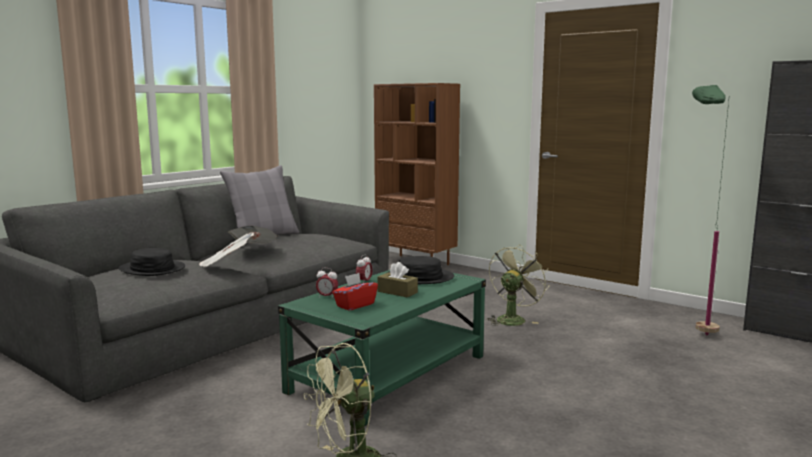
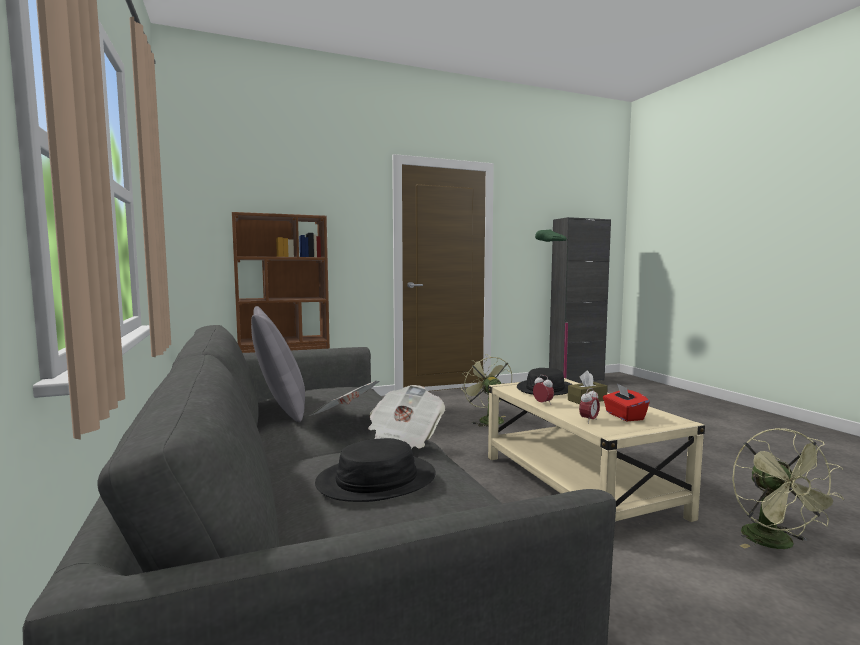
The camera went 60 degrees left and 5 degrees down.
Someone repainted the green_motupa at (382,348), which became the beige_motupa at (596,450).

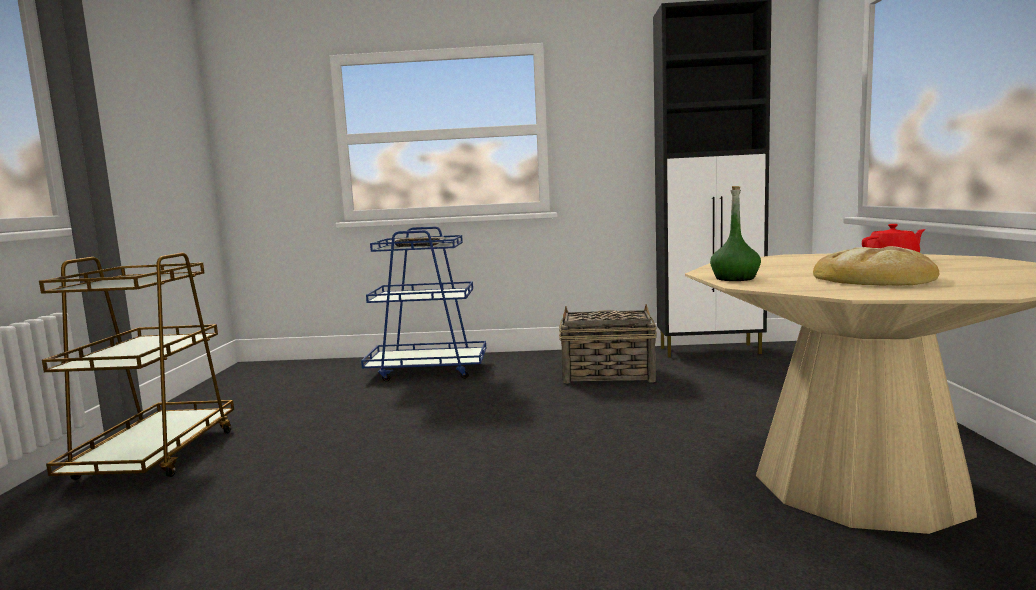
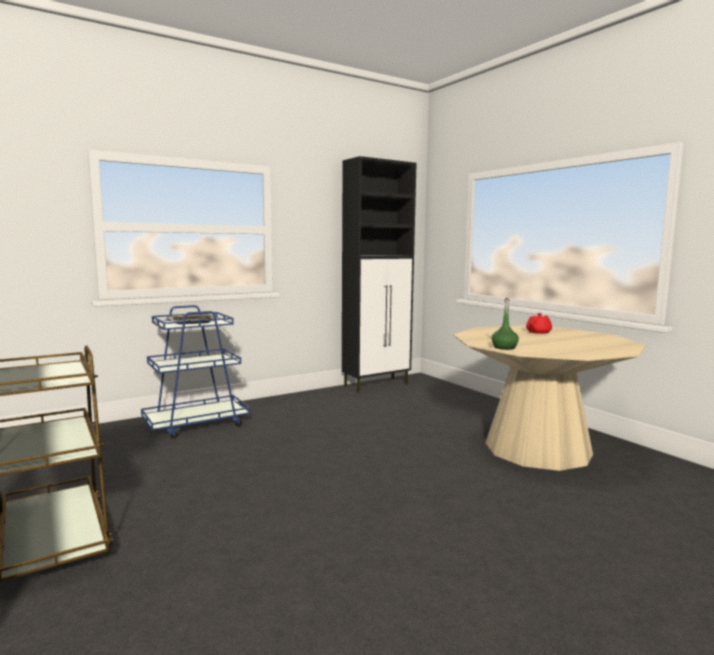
The camera went 35 degrees left and 0 degrees up.
Someone took away the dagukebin at (608,344).
Someone took away the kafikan at (876,266).

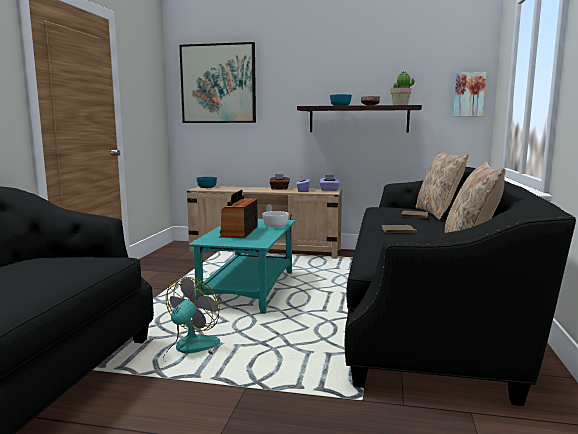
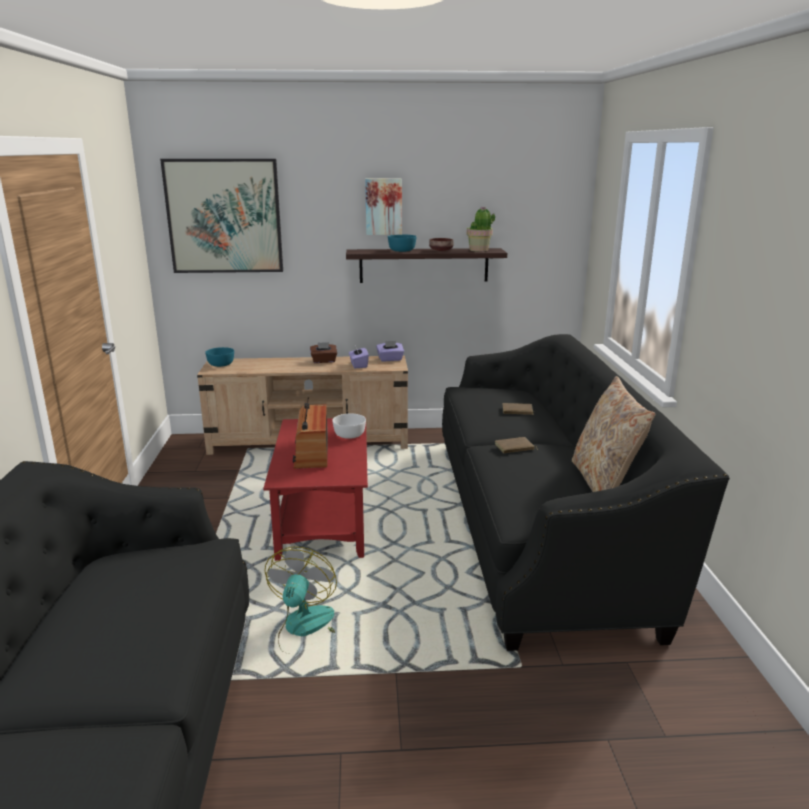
The camera went 15 degrees left and 10 degrees up.
Someone repainted the turquoise_motupa at (242,266), which became the red_motupa at (315,489).
Someone carried the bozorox from (469,94) to (383,206).
Someone took away the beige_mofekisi at (442,185).

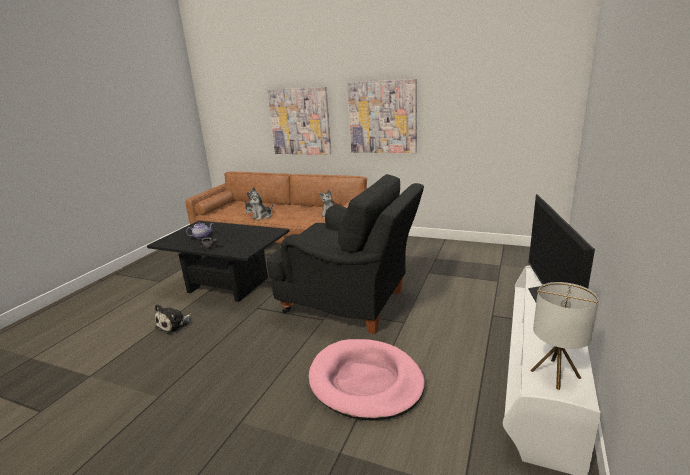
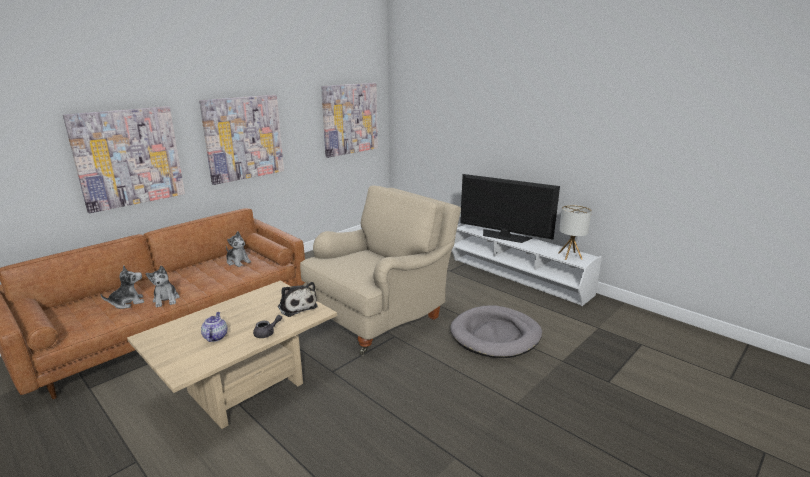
The camera went 70 degrees left and 0 degrees up.
Someone repainted the black_motupa at (218,261), which became the beige_motupa at (232,355).
Someone carried the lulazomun from (173,319) to (297,299).
Someone repainted the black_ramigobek at (345,254), which became the beige_ramigobek at (380,271).
Someone put up the bozorox at (349,120).
Someone repainted the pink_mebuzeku at (367,379), which became the grey_mebuzeku at (496,331).

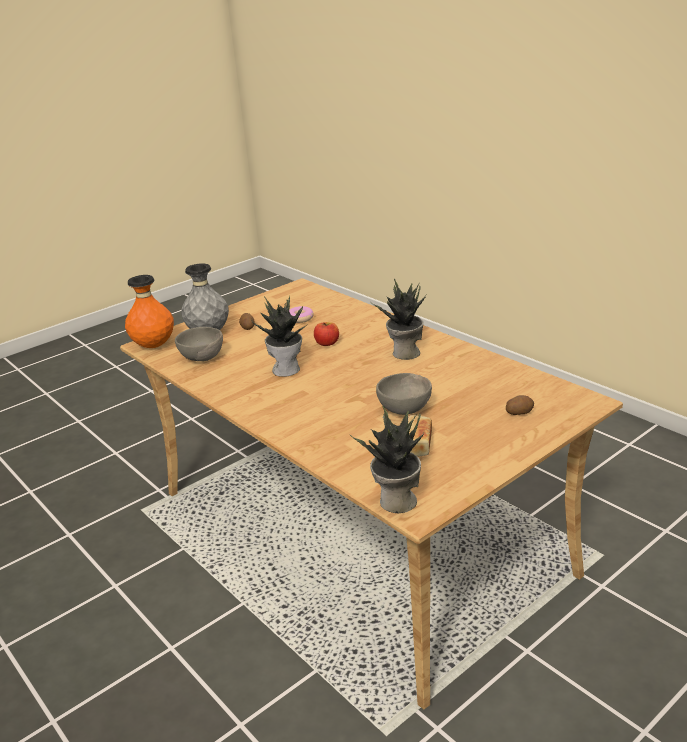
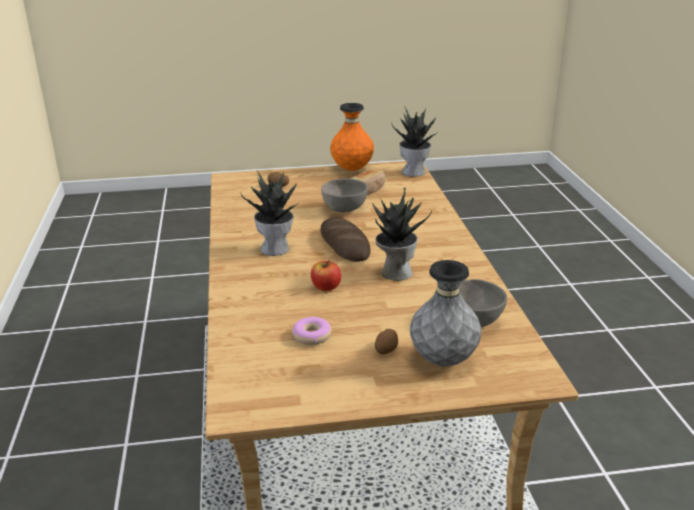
The camera went 150 degrees left and 0 degrees up.
Someone put down the kafikan at (345,239).
Someone carried the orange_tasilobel from (149,311) to (352,137).

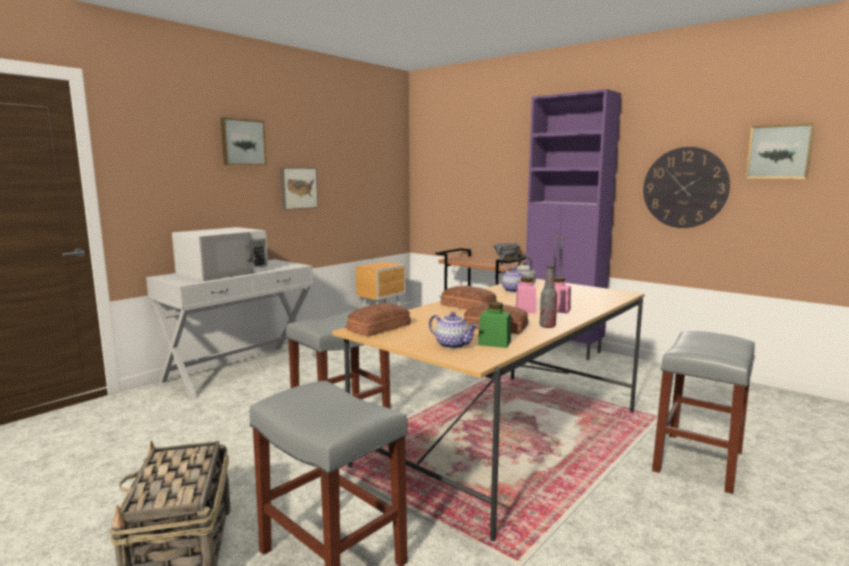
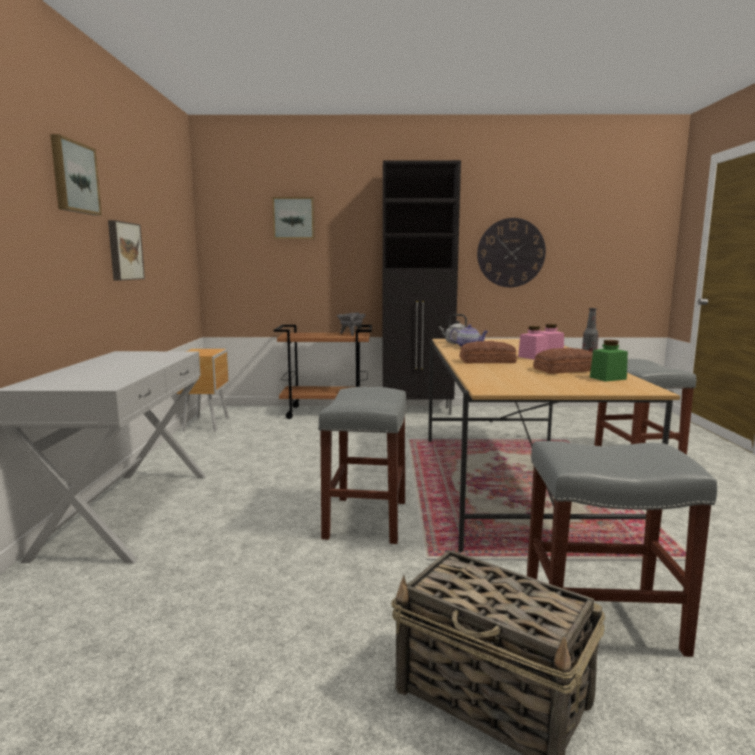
The camera went 40 degrees left and 0 degrees up.
Someone carried the bozorox from (780,151) to (293,218).
Someone repainted the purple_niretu at (574,224), which became the black_niretu at (421,287).
Someone took away the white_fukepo at (220,254).
Someone took away the kafikan at (378,319).
Someone took away the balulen at (453,330).

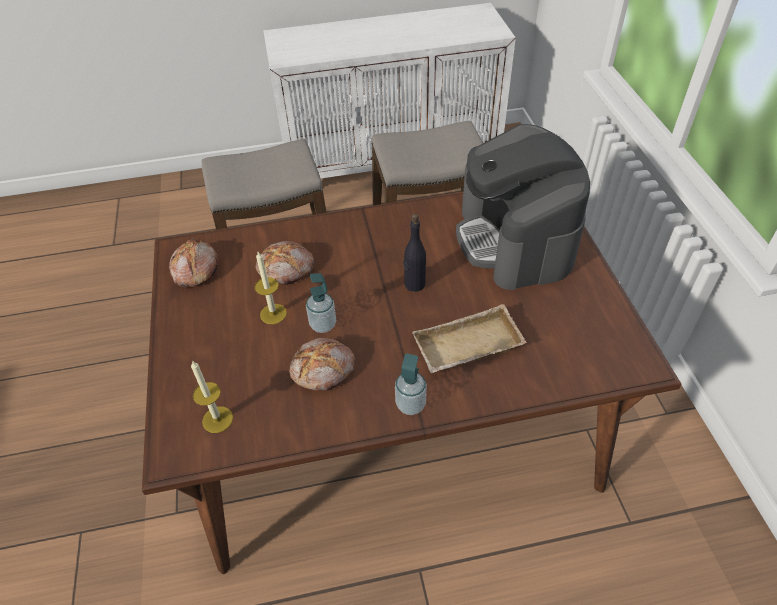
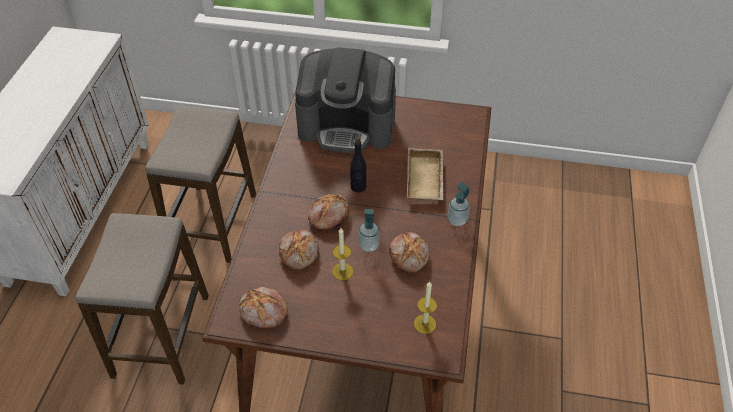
The camera went 70 degrees left and 0 degrees up.
Someone put down the kafikan at (329,211).

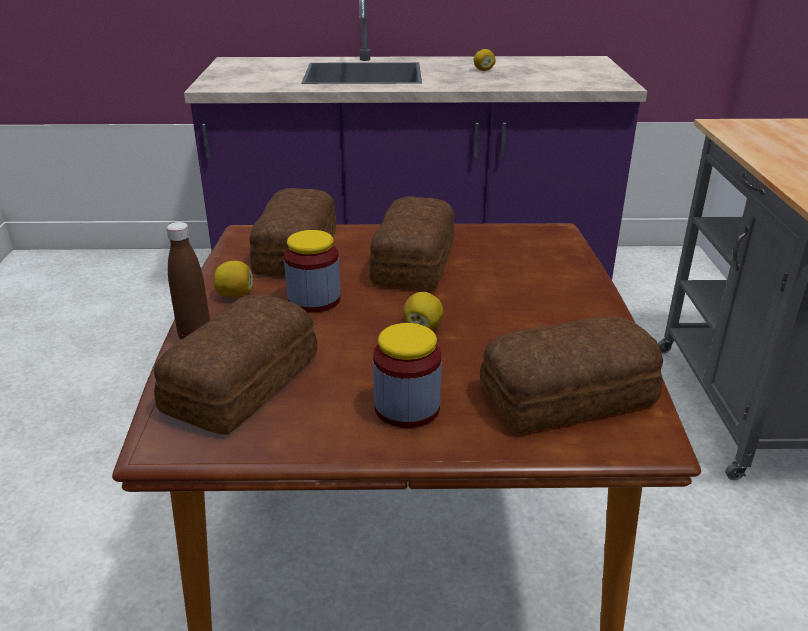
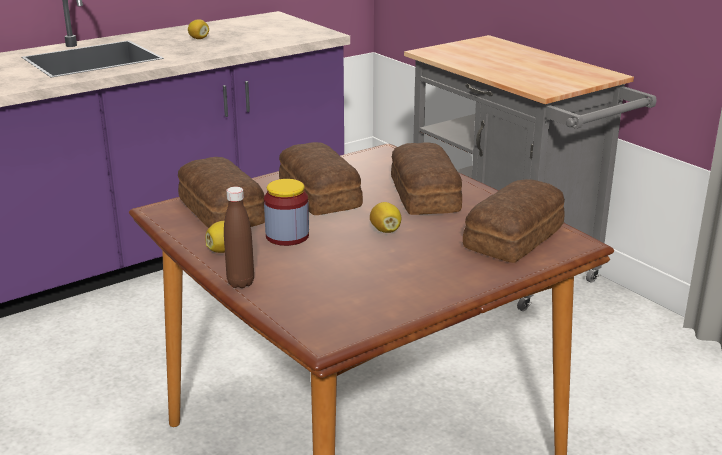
The camera went 35 degrees left and 5 degrees down.
Someone carried the kafikan from (235,365) to (426,179).
Someone took away the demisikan at (407,375).

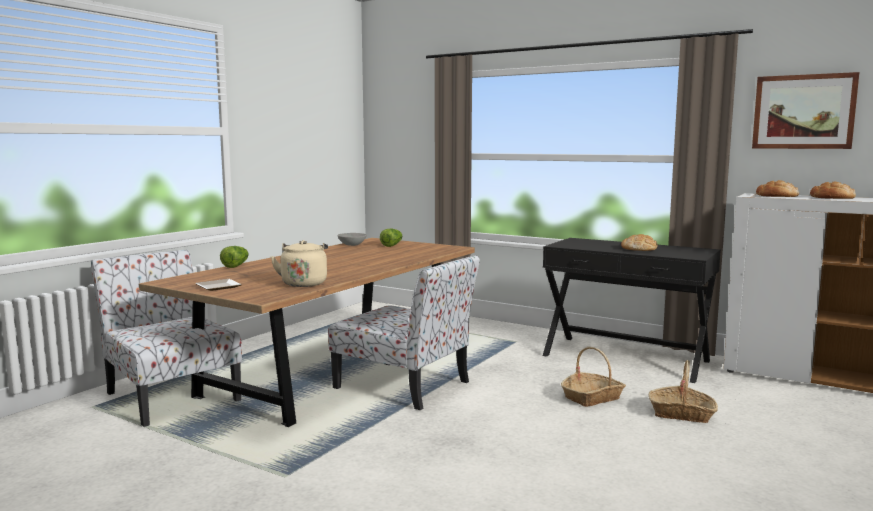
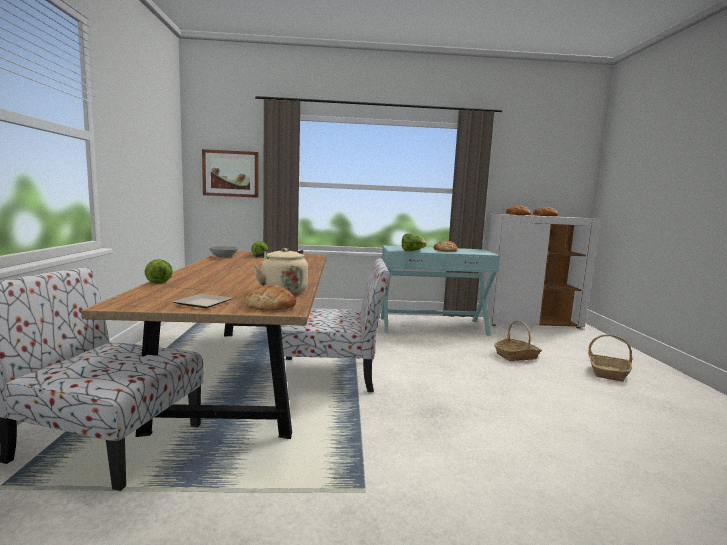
The camera went 35 degrees left and 0 degrees up.
Someone carried the bozorox from (805,110) to (230,173).
Someone put down the kafikan at (270,297).
Someone repainted the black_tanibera at (632,310), which became the turquoise_tanibera at (440,291).
Someone put down the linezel at (414,242).
Someone carried the dagukebin from (593,377) to (610,358).

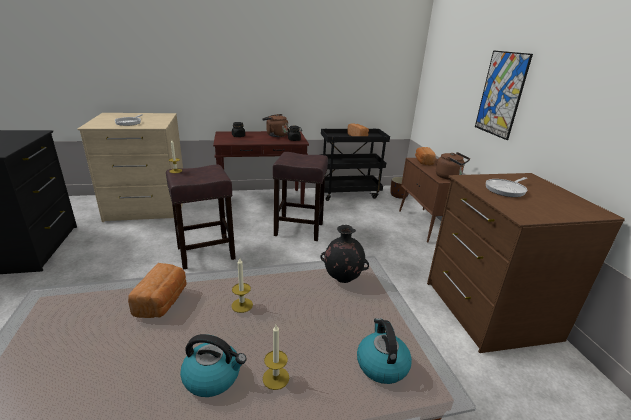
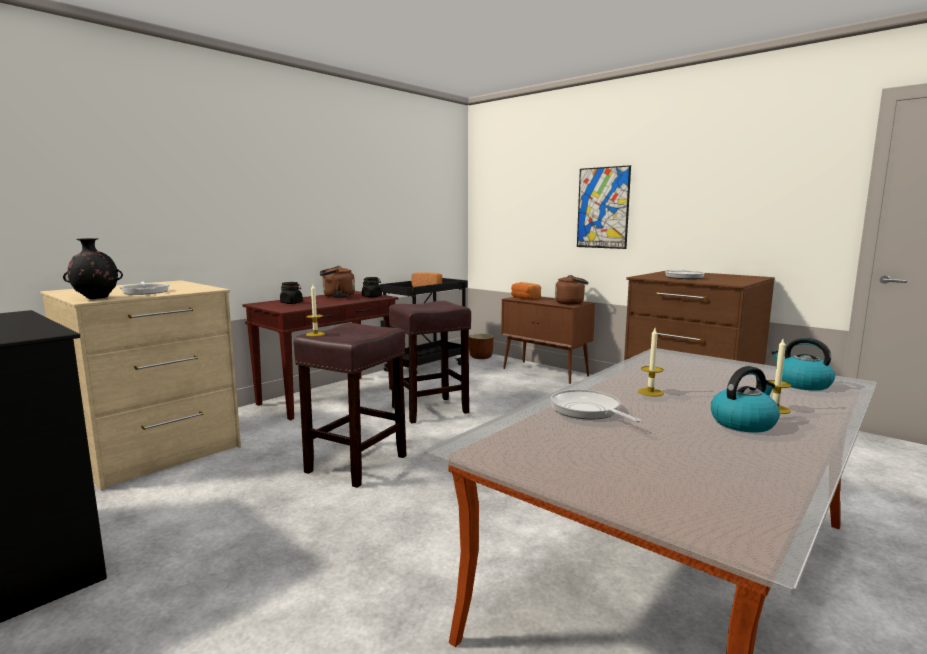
The camera went 35 degrees left and 15 degrees down.
Someone carried the black_tasilobel from (344,254) to (93,268).
Someone swapped the kafikan at (157,290) for the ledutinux at (595,406).

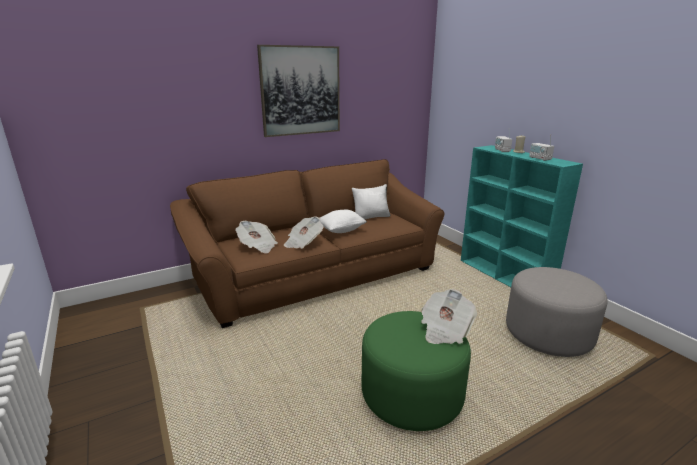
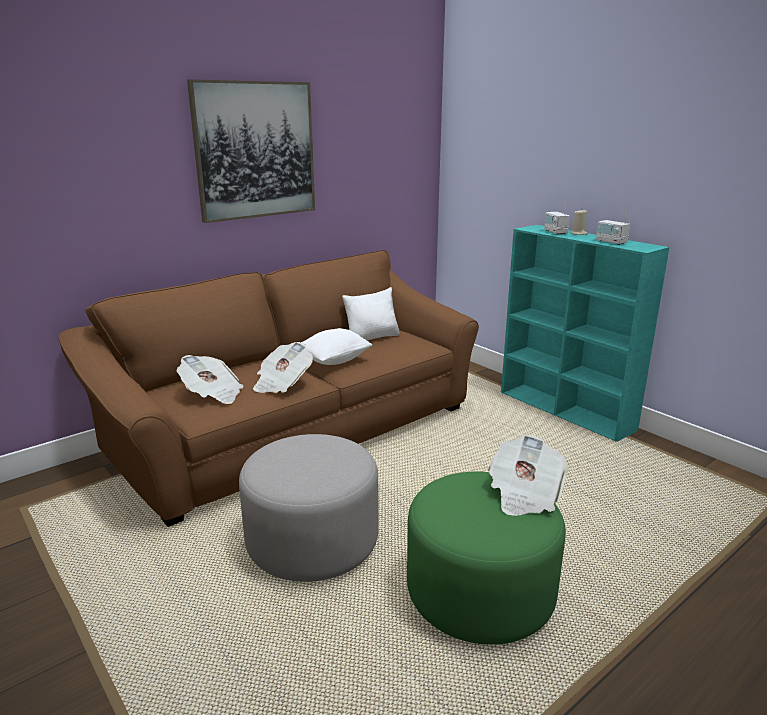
The camera went 10 degrees left and 0 degrees up.
Someone carried the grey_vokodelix from (557,312) to (309,508).

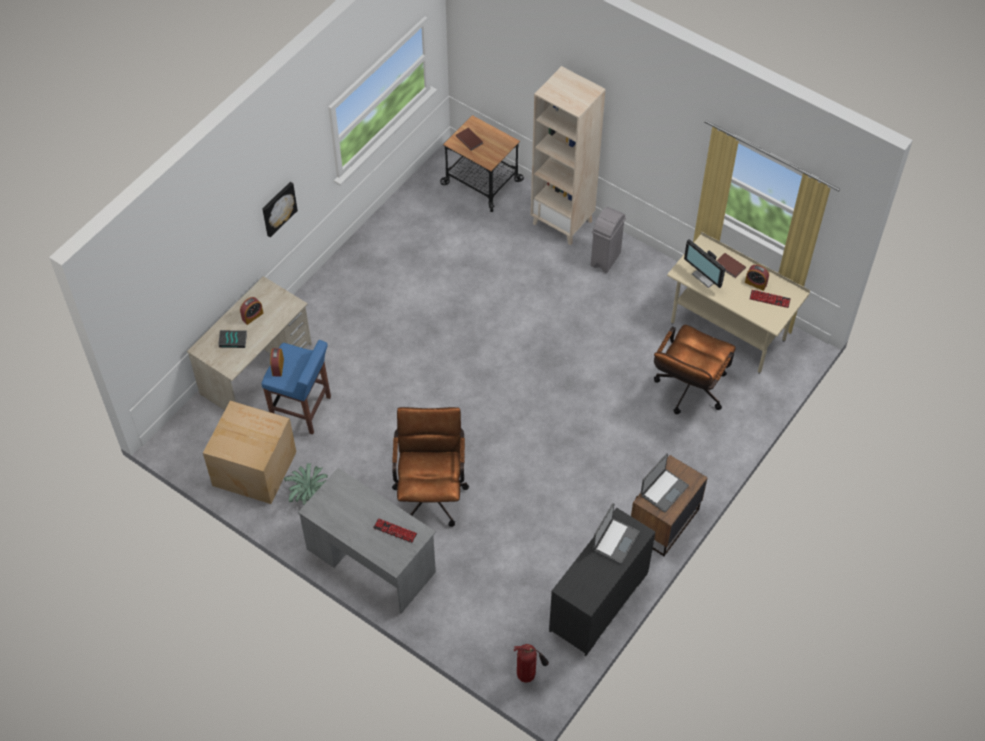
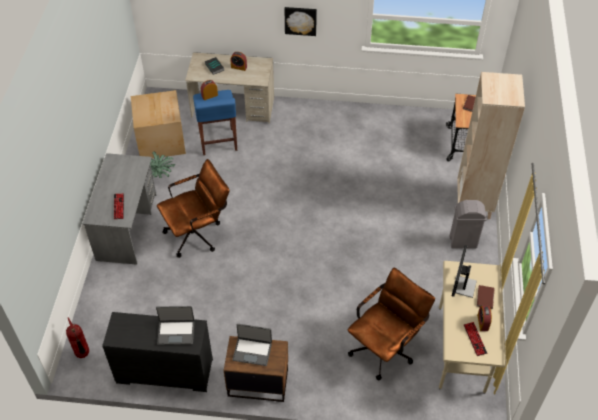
The camera went 60 degrees right and 5 degrees down.
Someone rotated the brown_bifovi at (695,369) by 135 degrees clockwise.

